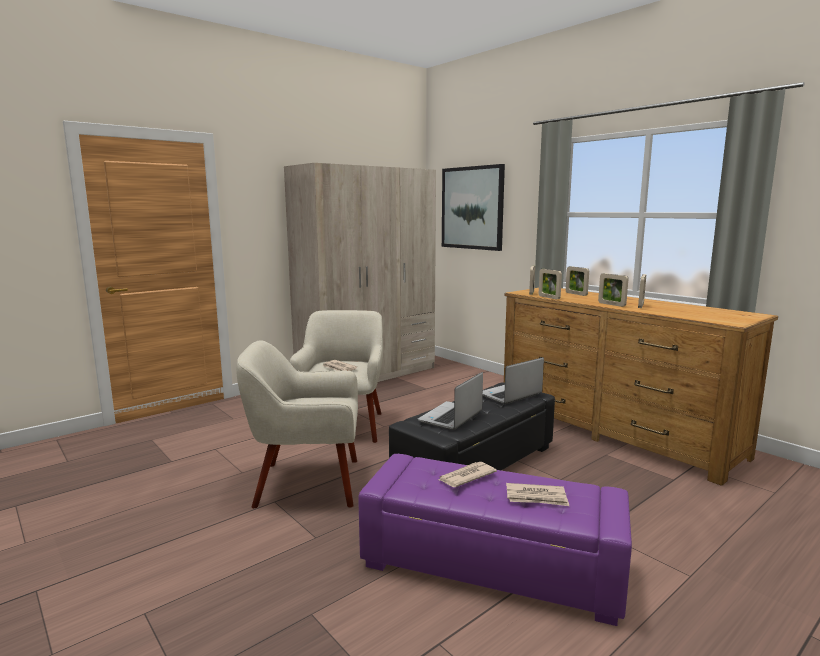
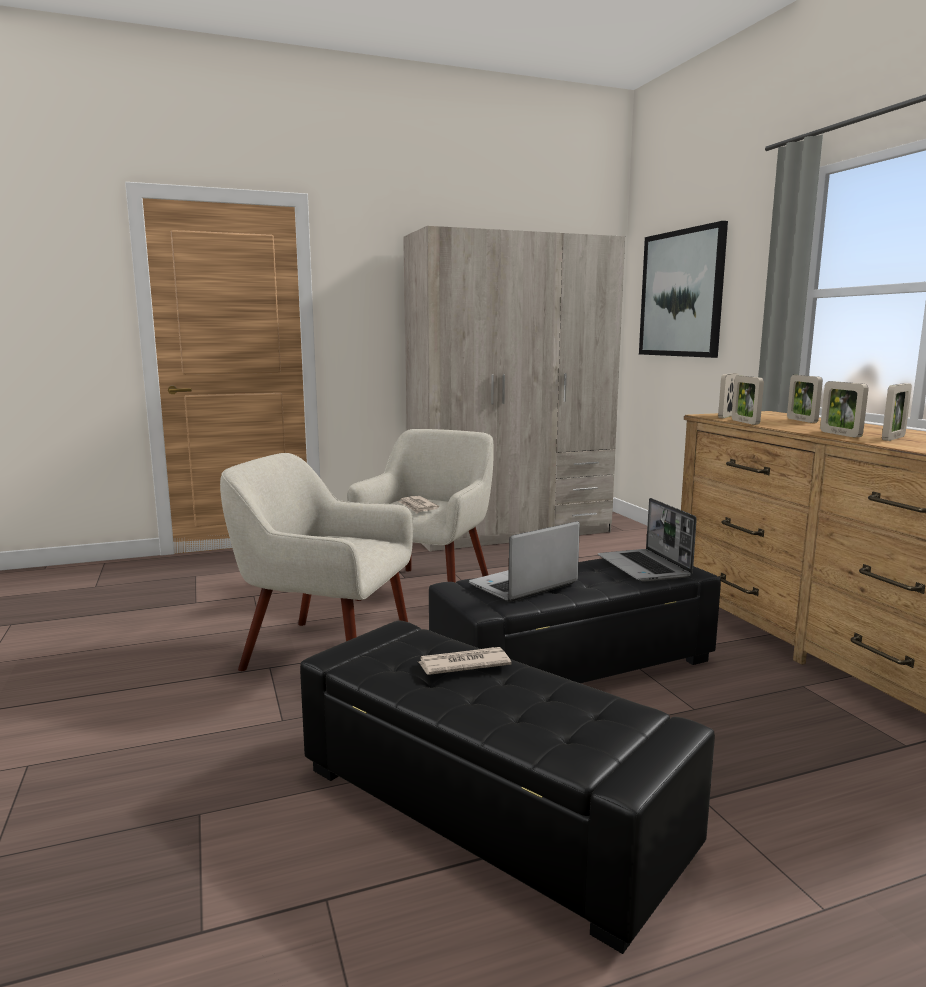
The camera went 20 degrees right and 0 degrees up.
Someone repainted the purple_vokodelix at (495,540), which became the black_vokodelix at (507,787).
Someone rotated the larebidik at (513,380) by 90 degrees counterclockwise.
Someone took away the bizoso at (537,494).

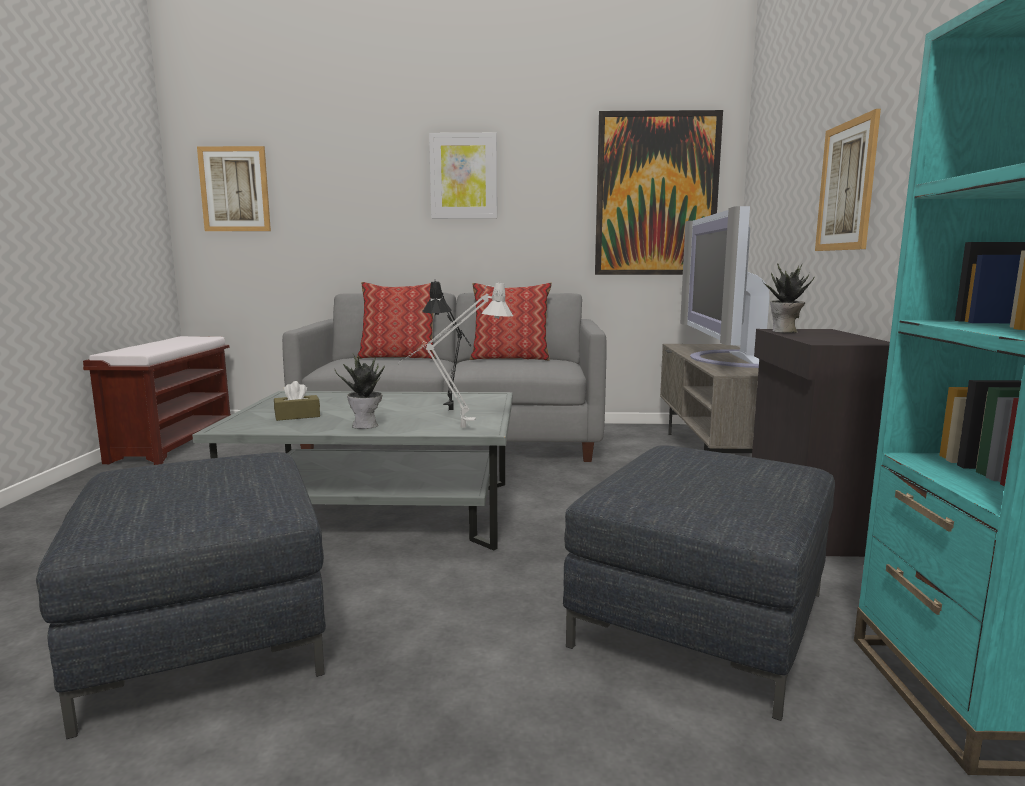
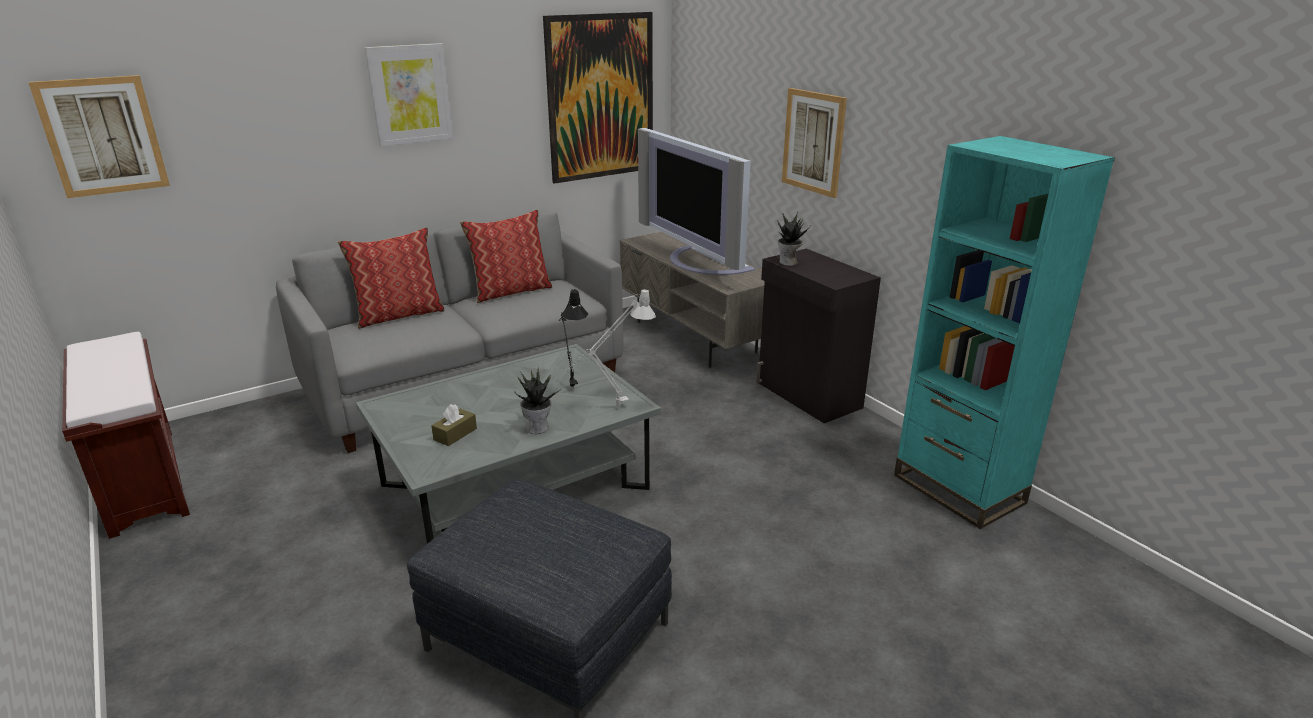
The camera went 35 degrees left and 15 degrees up.
Someone took away the grey_vokodelix at (699,583).

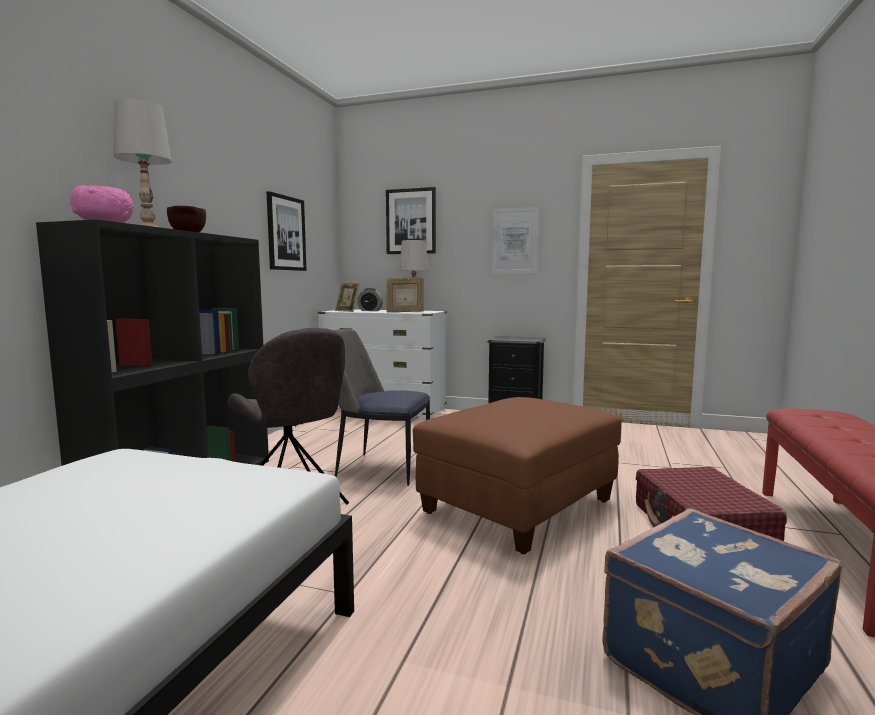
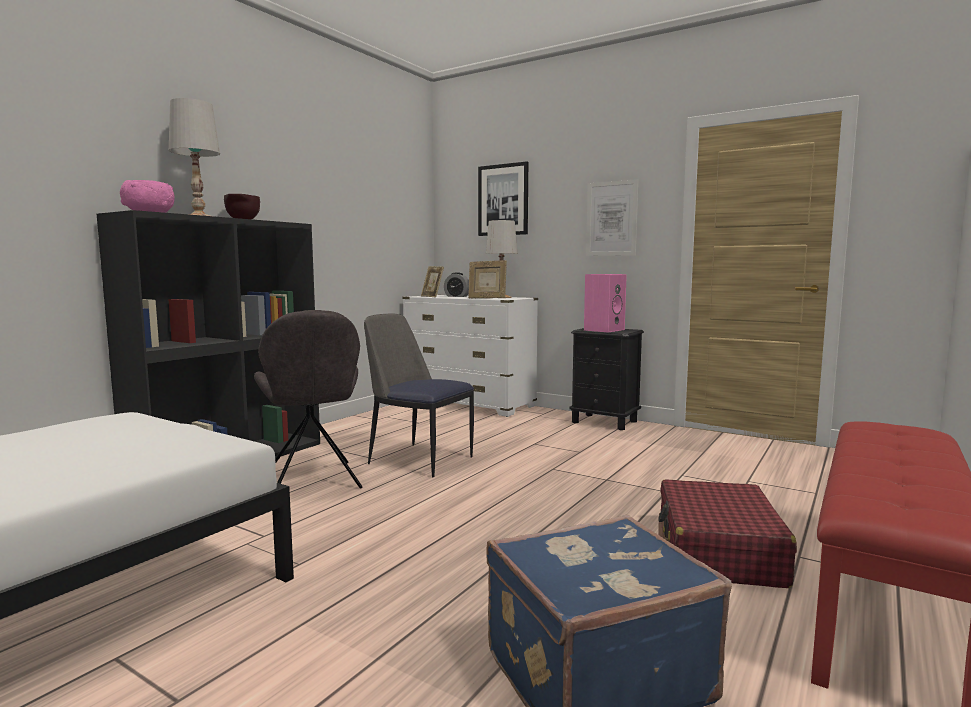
The camera went 15 degrees right and 0 degrees up.
Someone put down the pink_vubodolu at (605,303).
Someone took away the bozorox at (287,231).
Someone took away the brown_vokodelix at (517,475).

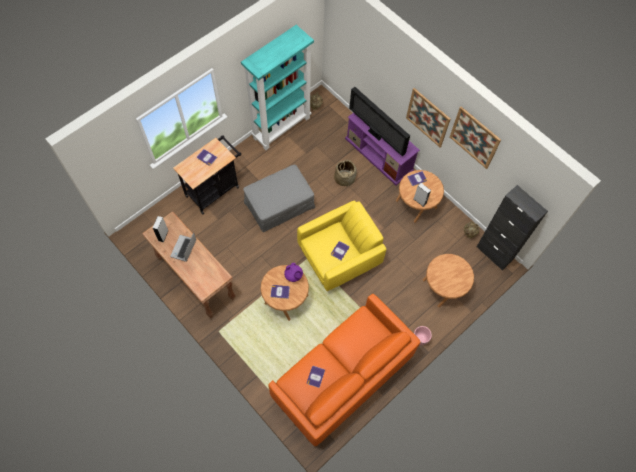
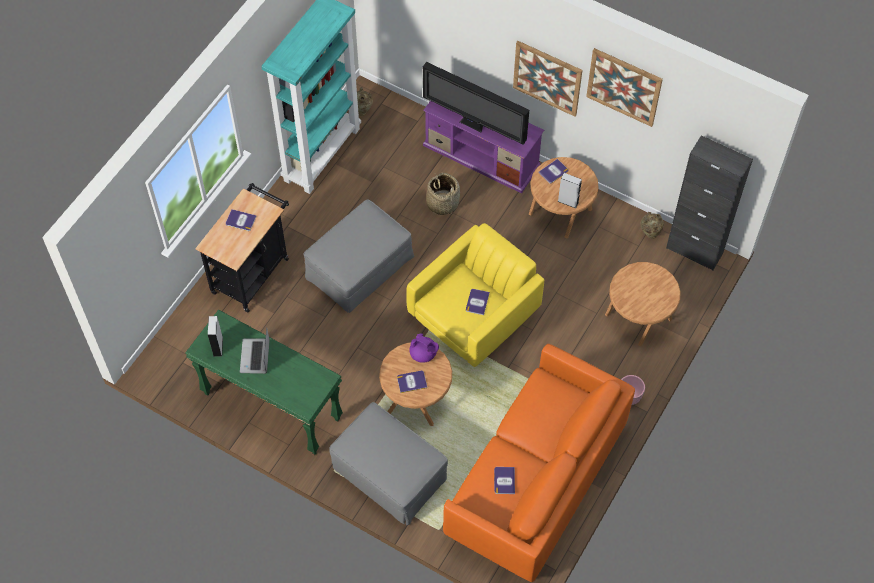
The camera went 15 degrees left and 5 degrees down.
Someone repainted the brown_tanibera at (189,264), which became the green_tanibera at (264,383).
Someone put down the grey_vokodelix at (388,463).

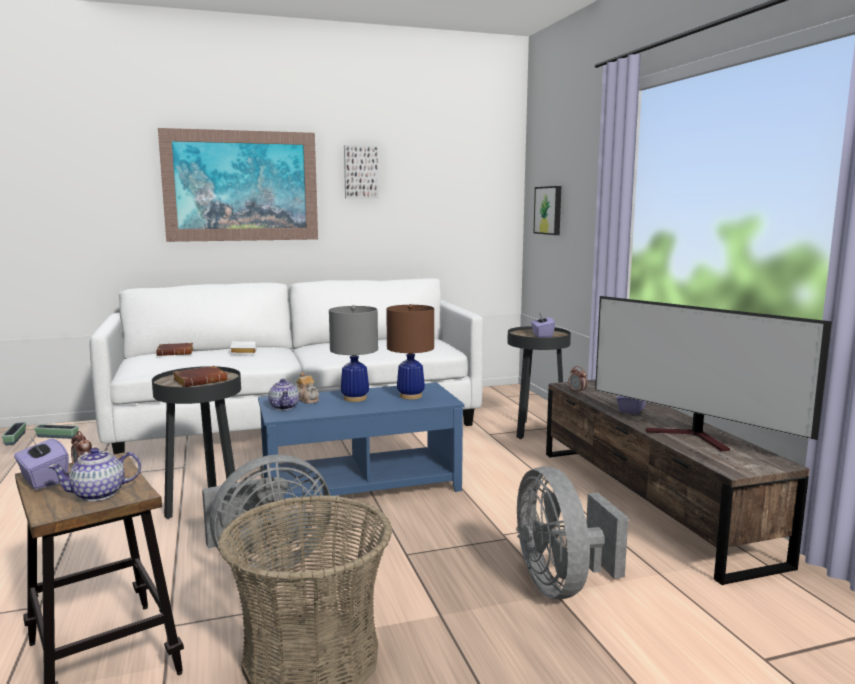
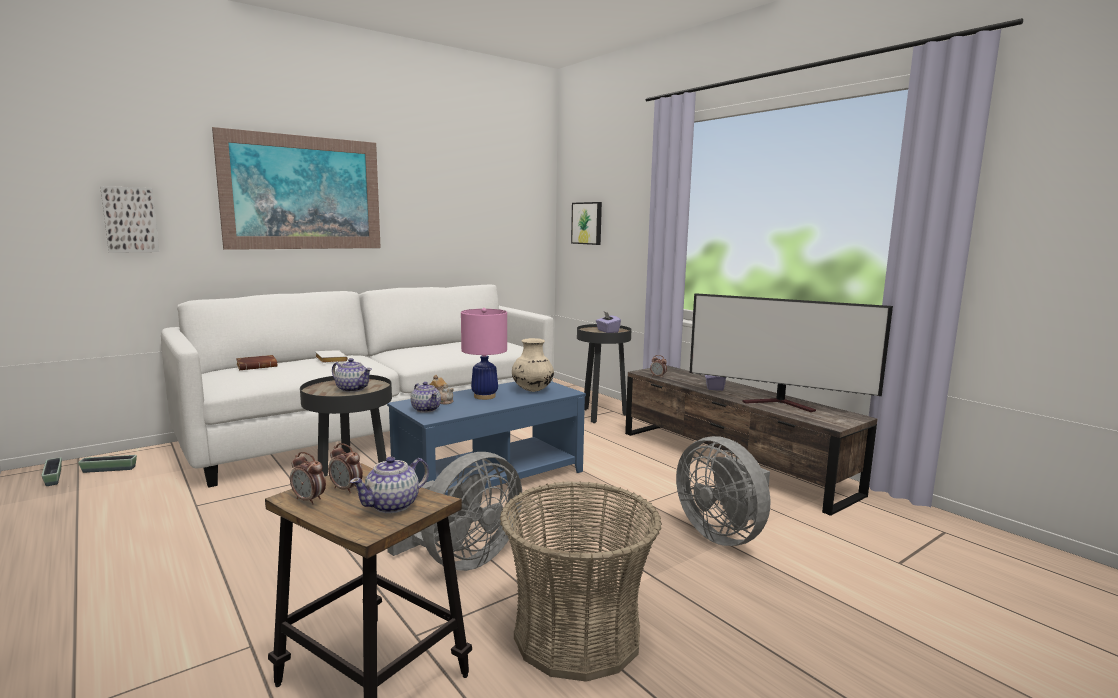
The camera went 20 degrees left and 0 degrees up.
Someone carried the bozorox from (361,172) to (129,219).
Someone swapped the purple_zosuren at (41,461) for the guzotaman at (308,478).
Someone swapped the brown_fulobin at (200,376) for the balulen at (352,375).
Someone repainted the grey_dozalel at (353,353), which became the pink_dozalel at (484,354).
Someone swapped the brown_dozalel at (410,352) for the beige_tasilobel at (533,365).

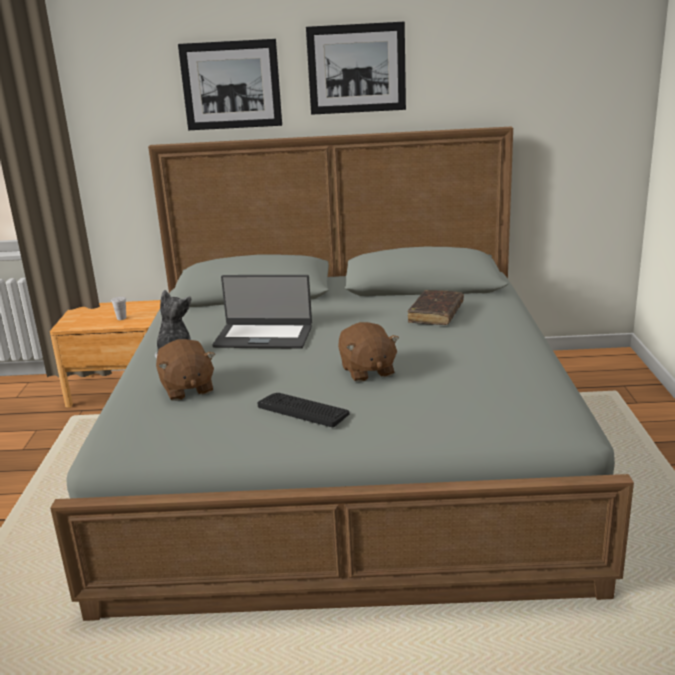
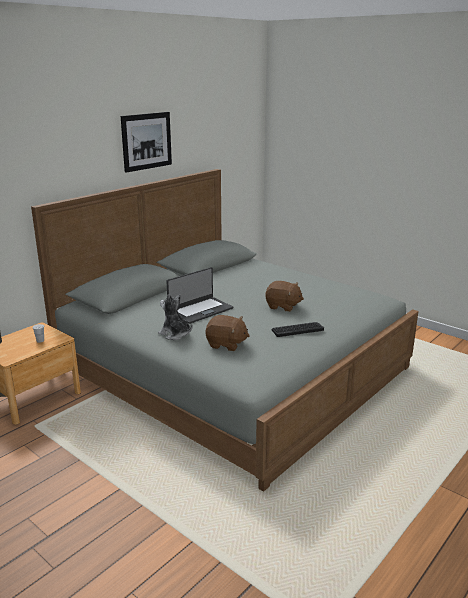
The camera went 50 degrees left and 0 degrees up.
Someone took away the bozorox at (230,84).
Someone took away the brown_fulobin at (436,307).

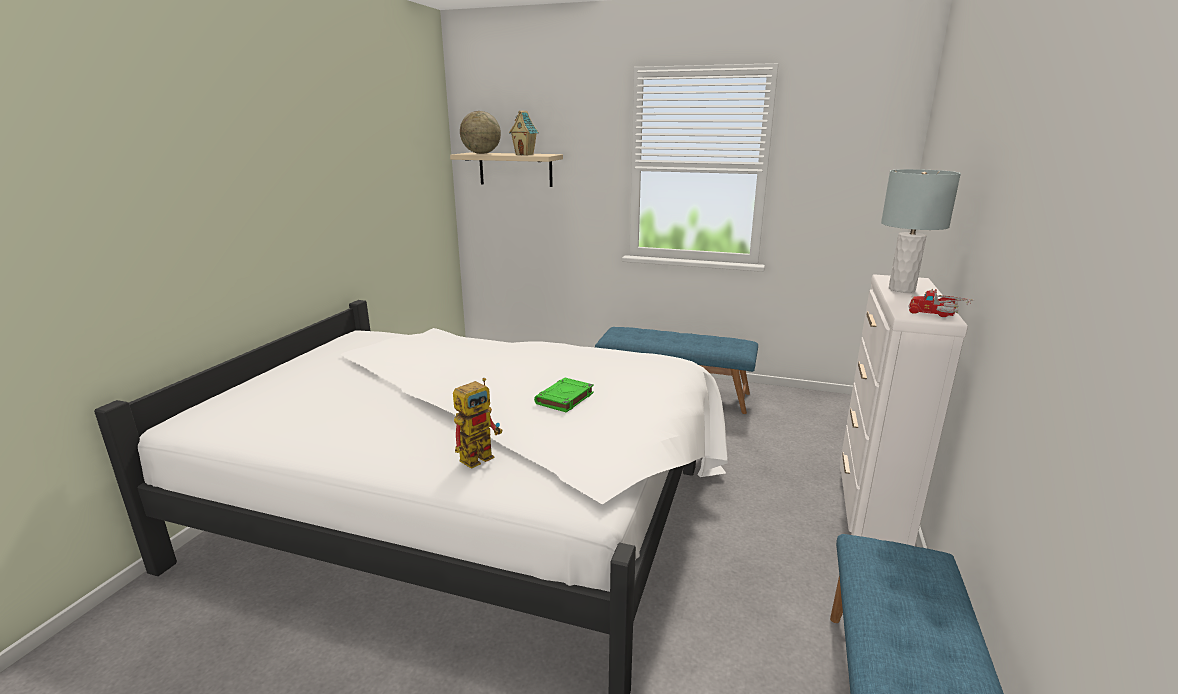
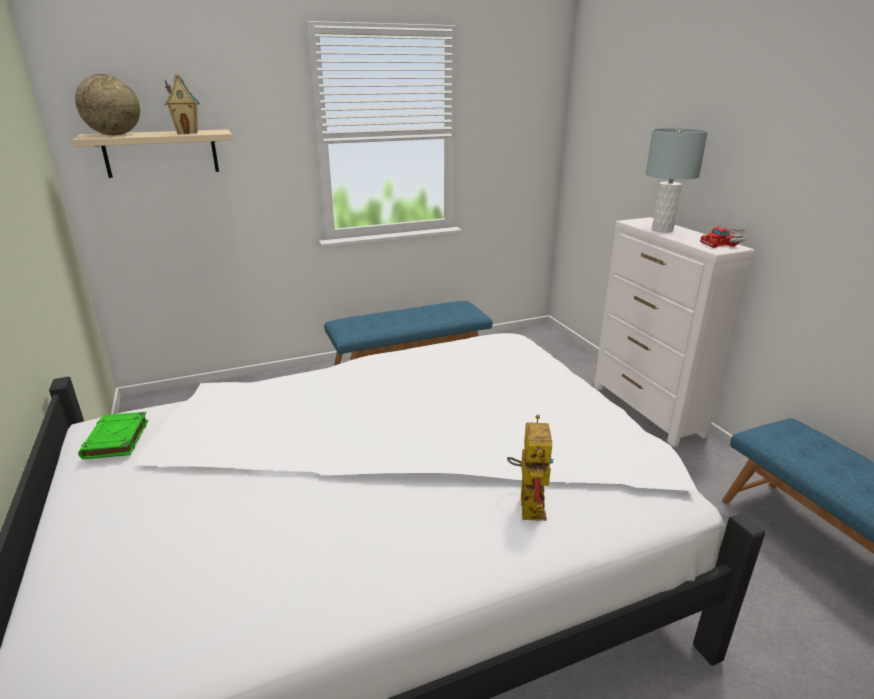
The camera went 40 degrees left and 5 degrees up.
Someone carried the green_fulobin from (564,395) to (113,435).

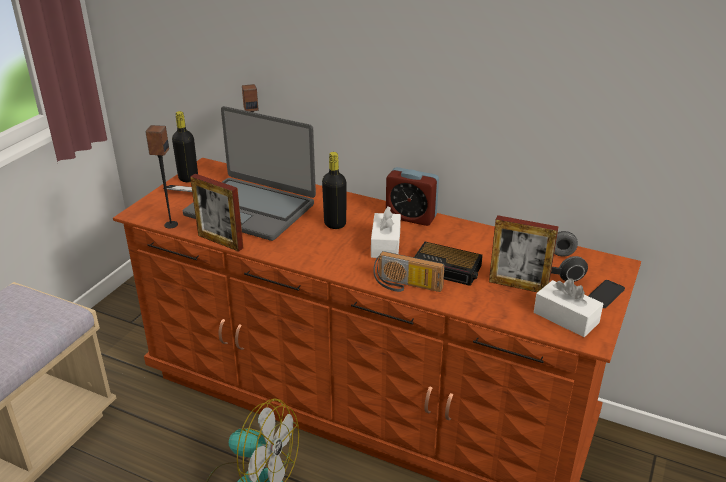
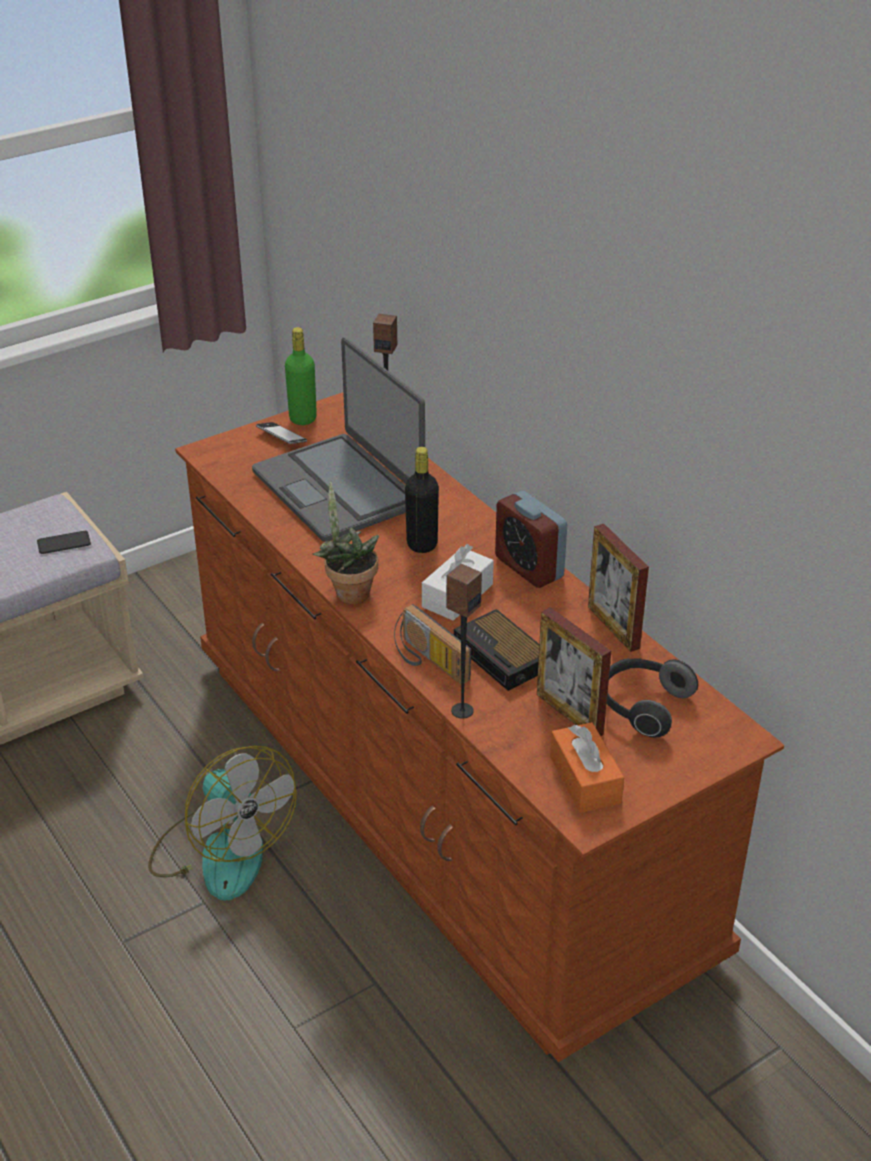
The camera went 30 degrees right and 5 degrees up.
Someone carried the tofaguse from (606,294) to (64,542).
Someone repainted the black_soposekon at (185,146), which became the green_soposekon at (301,376).
Someone put down the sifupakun at (346,543).
Someone carried the vubodolu from (161,177) to (464,641).
Someone repainted the white_zosuren at (568,307), which became the orange_zosuren at (587,767).
Someone carried the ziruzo from (216,213) to (618,588).

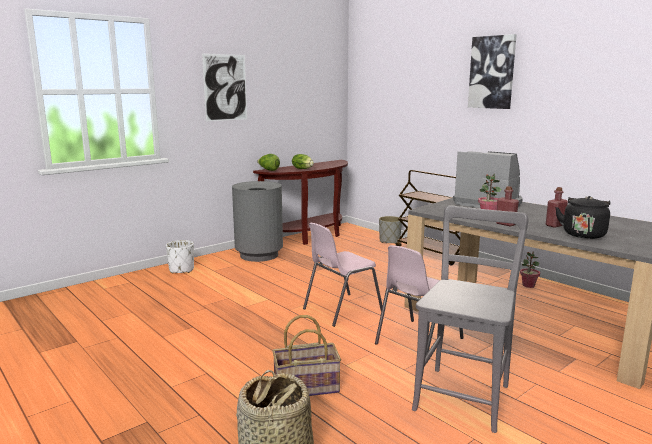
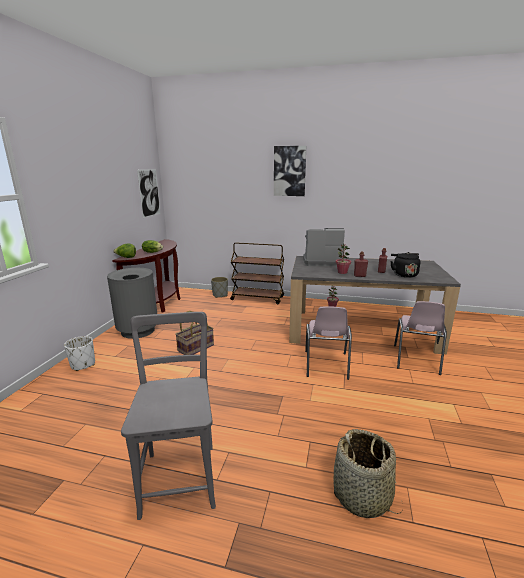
The camera went 35 degrees left and 5 degrees up.
Someone carried the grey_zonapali from (470,319) to (168,416).
Someone carried the bozorox from (224,87) to (149,193).
Someone carried the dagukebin from (306,355) to (194,333).
Someone carried the pink_zonapali from (343,275) to (420,338).

